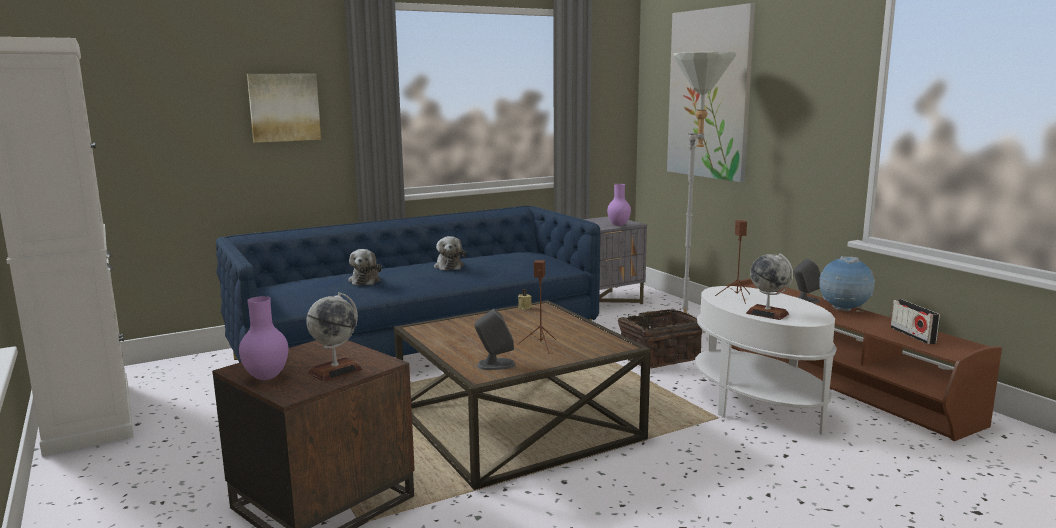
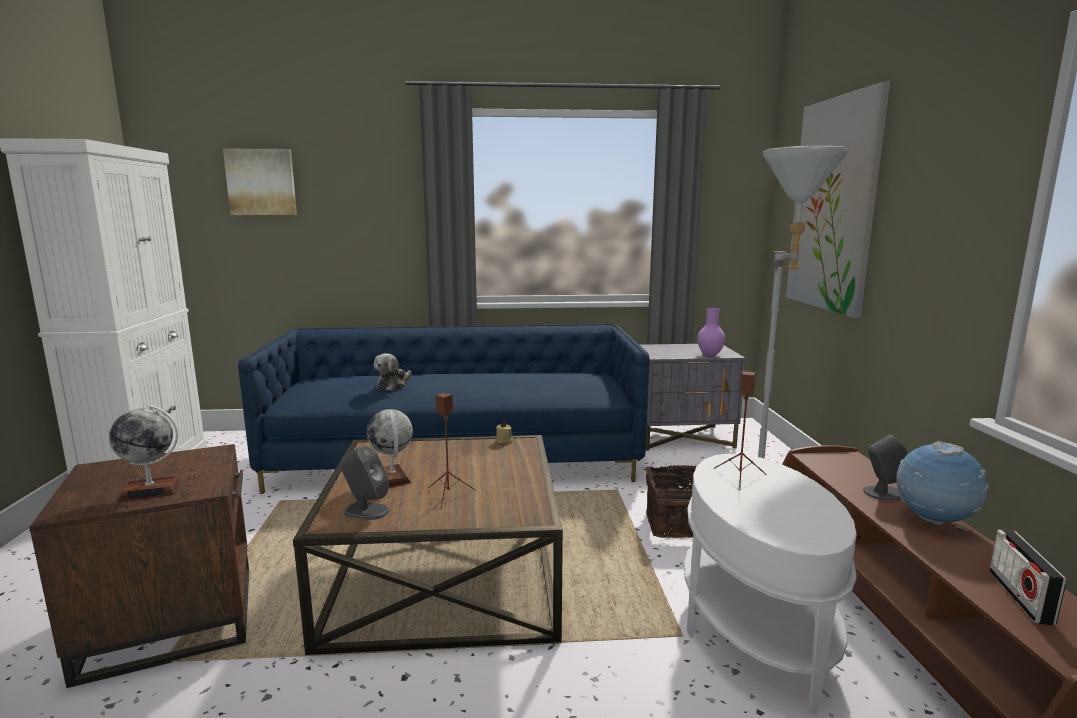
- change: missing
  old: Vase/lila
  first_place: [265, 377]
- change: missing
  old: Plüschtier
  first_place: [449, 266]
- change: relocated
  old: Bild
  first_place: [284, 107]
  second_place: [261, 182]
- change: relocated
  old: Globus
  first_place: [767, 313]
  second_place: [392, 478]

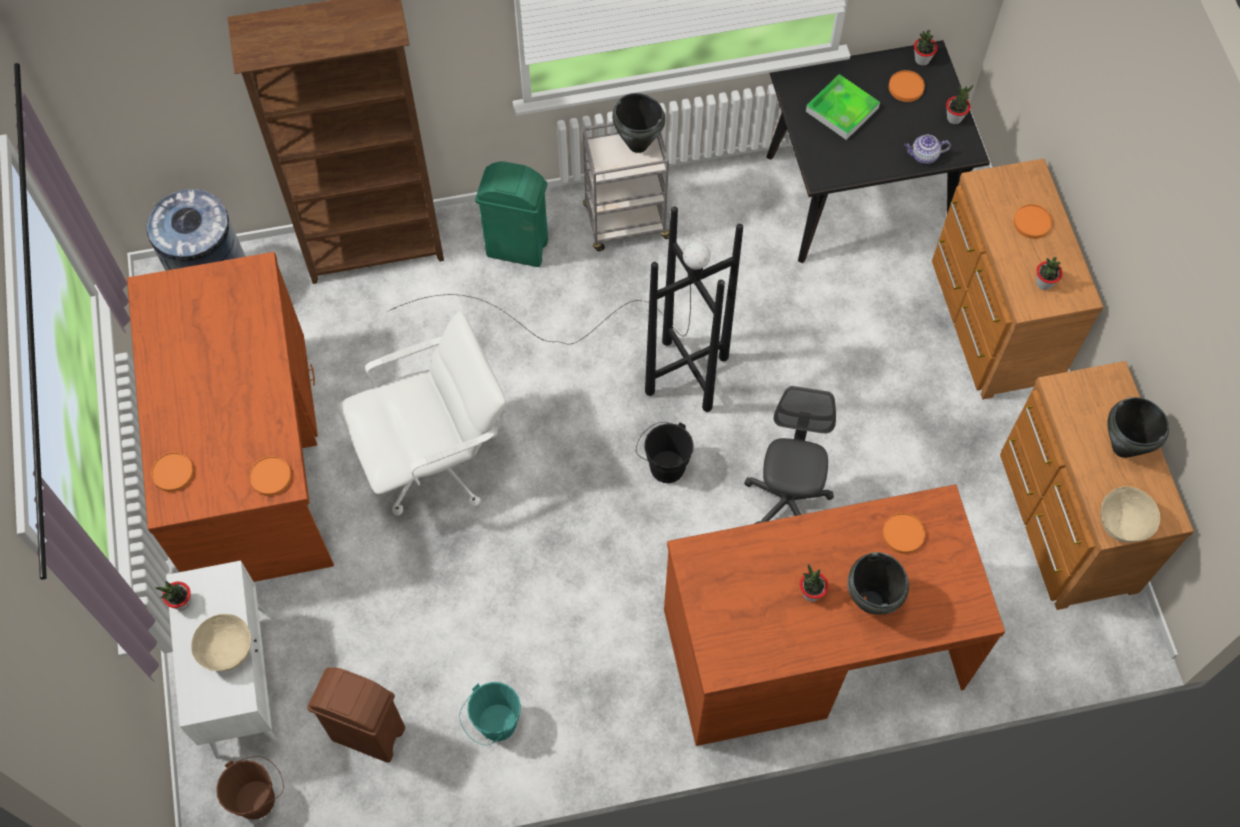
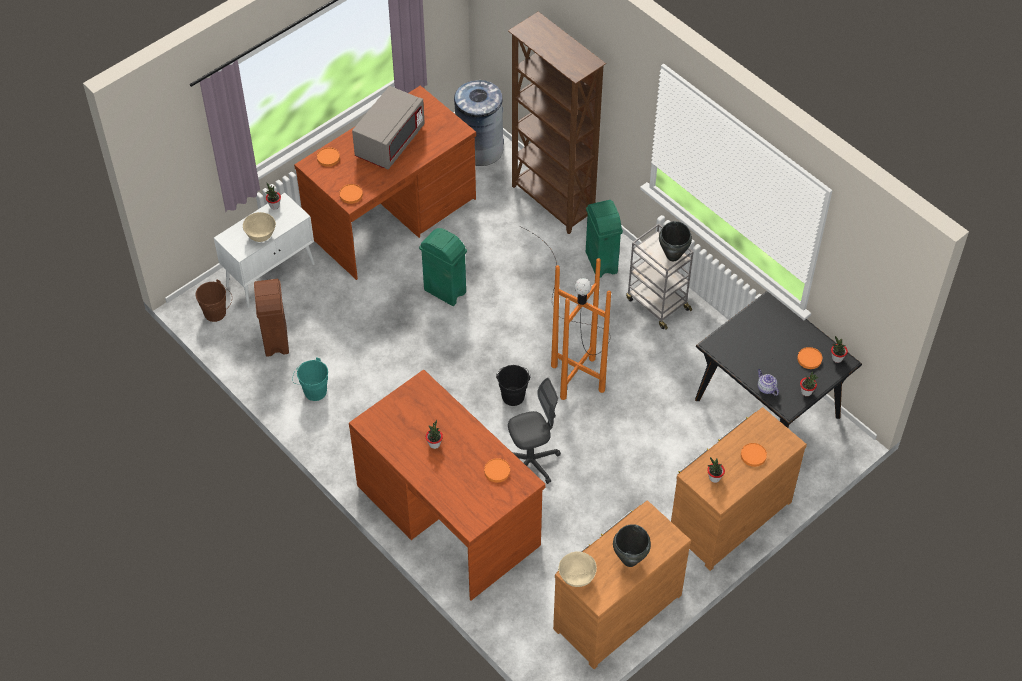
- change: missing
  old: Tablett
  first_place: [842, 109]
- change: missing
  old: Kochtopf/schwarz
  first_place: [870, 602]
- change: appeared
  new: Mikrowelle/grau
  second_place: [390, 142]
- change: exchanged
  old: Bürostuhl/weiß
  new: Mülleimer/grün
  first_place: [436, 460]
  second_place: [445, 291]
- change: colour
  old: Stehlampe/schwarz
  new: Stehlampe/orange
  first_place: [619, 347]
  second_place: [573, 339]

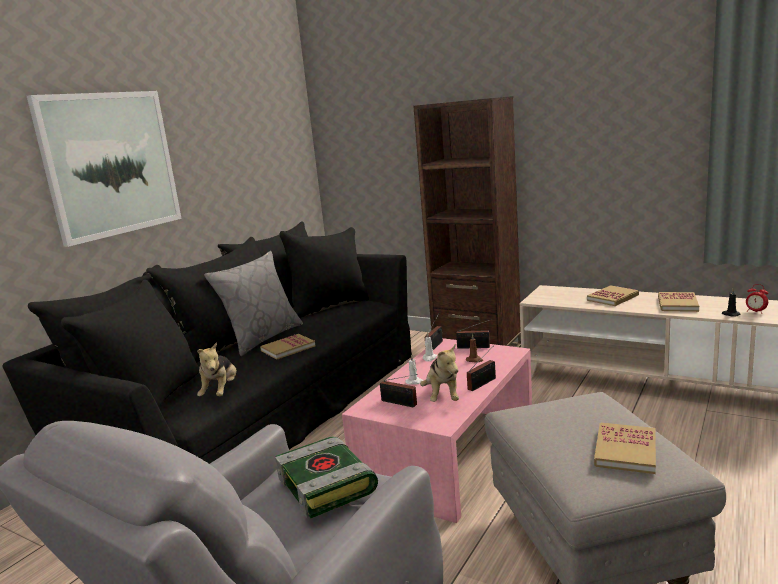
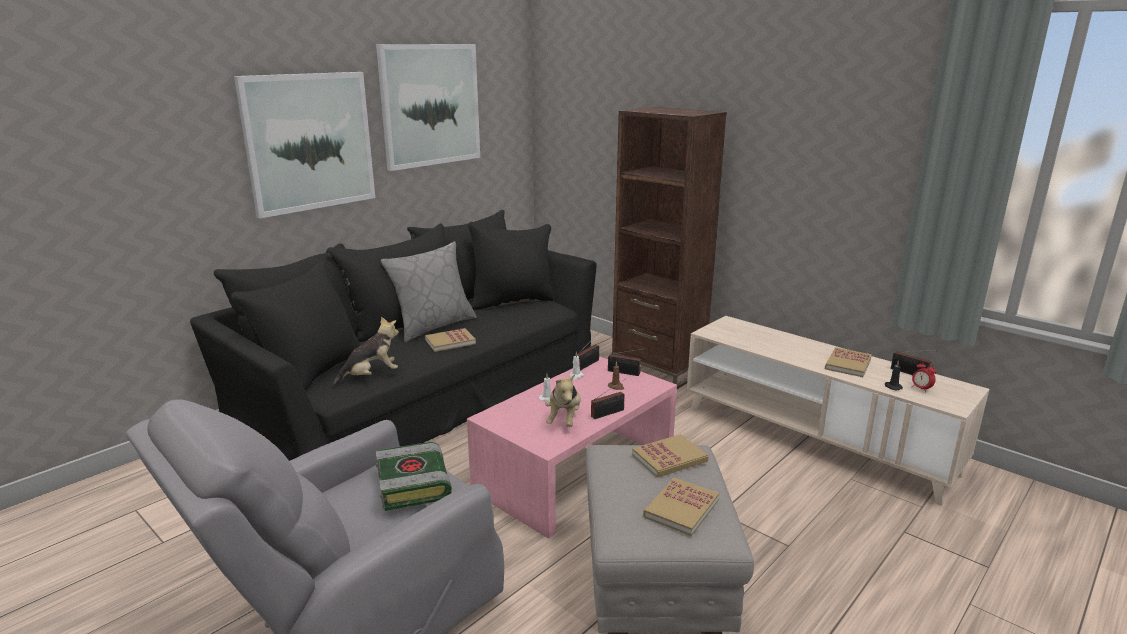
- change: appeared
  new: Bild
  second_place: [430, 105]
- change: relocated
  old: Radio
  first_place: [400, 403]
  second_place: [910, 373]
- change: relocated
  old: Buch
  first_place: [612, 298]
  second_place: [669, 458]
- change: spun
  old: Plüschtier
  first_place: [221, 392]
  second_place: [371, 376]
  degrees: -135

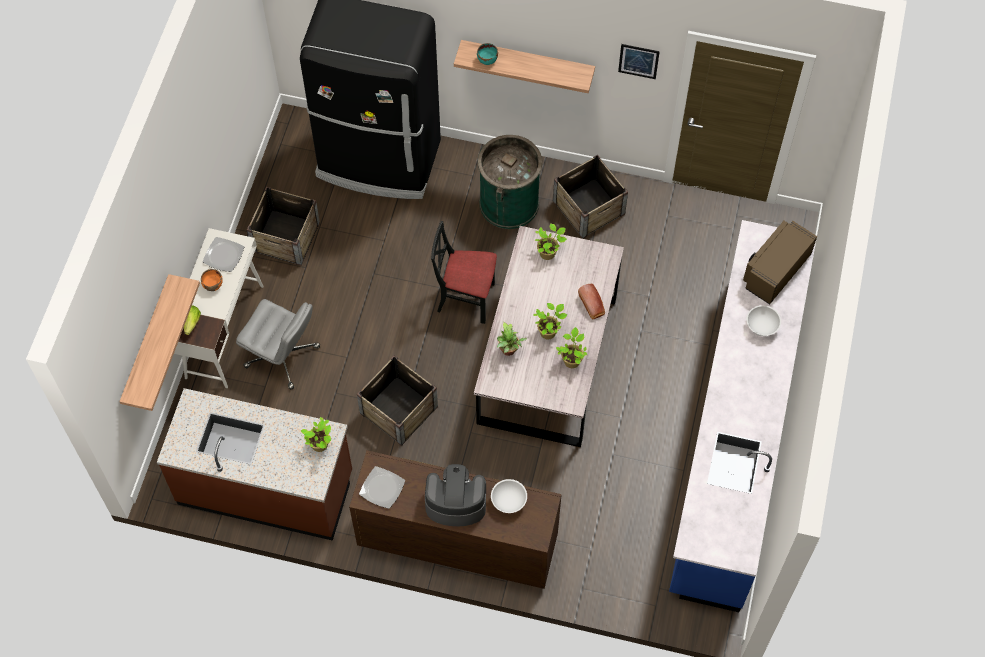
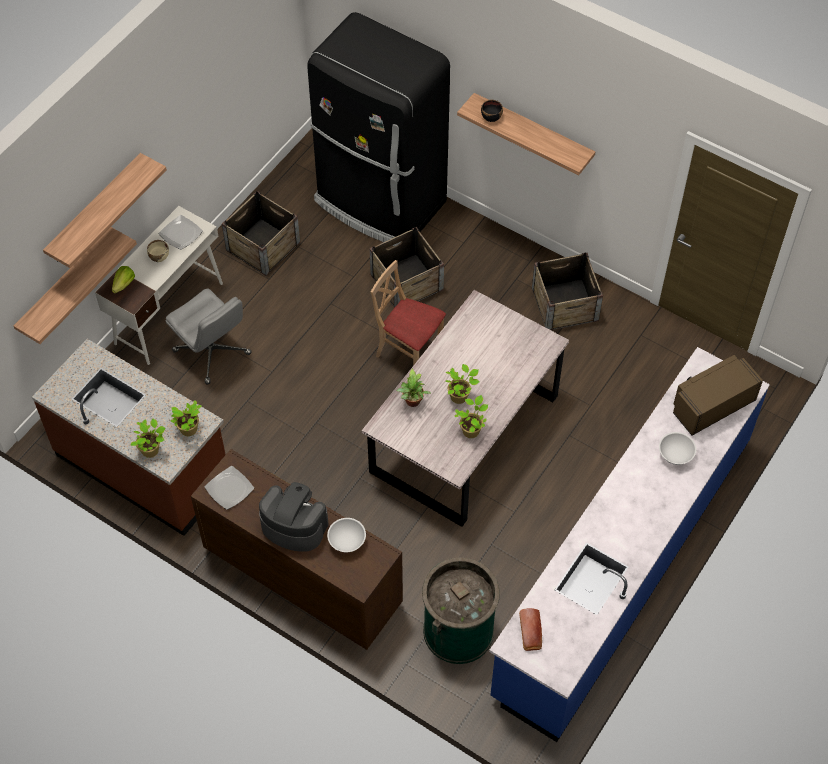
- change: missing
  old: Bild
  first_place: [638, 61]
- change: appeared
  new: Wandregal
  second_place: [95, 210]
- change: relocated
  old: Kiste
  first_place: [398, 409]
  second_place: [407, 281]
- change: relocated
  old: Mülleimer/grün
  first_place: [509, 203]
  second_place: [458, 631]
- change: relocated
  old: Topfpflanze
  first_place: [548, 253]
  second_place: [151, 450]
- change: relocated
  old: Brot
  first_place: [592, 306]
  second_place: [530, 634]
- change: colour
  old: Schüssel/orange
  new: Schüssel/beige
  first_place: [213, 285]
  second_place: [159, 256]
- change: colour
  old: Stuhl/schwarz
  new: Stuhl/beige
  first_place: [466, 298]
  second_place: [408, 352]
- change: colour
  old: Schüssel/türkis
  new: Schüssel/schwarz
  first_place: [487, 60]
  second_place: [491, 117]

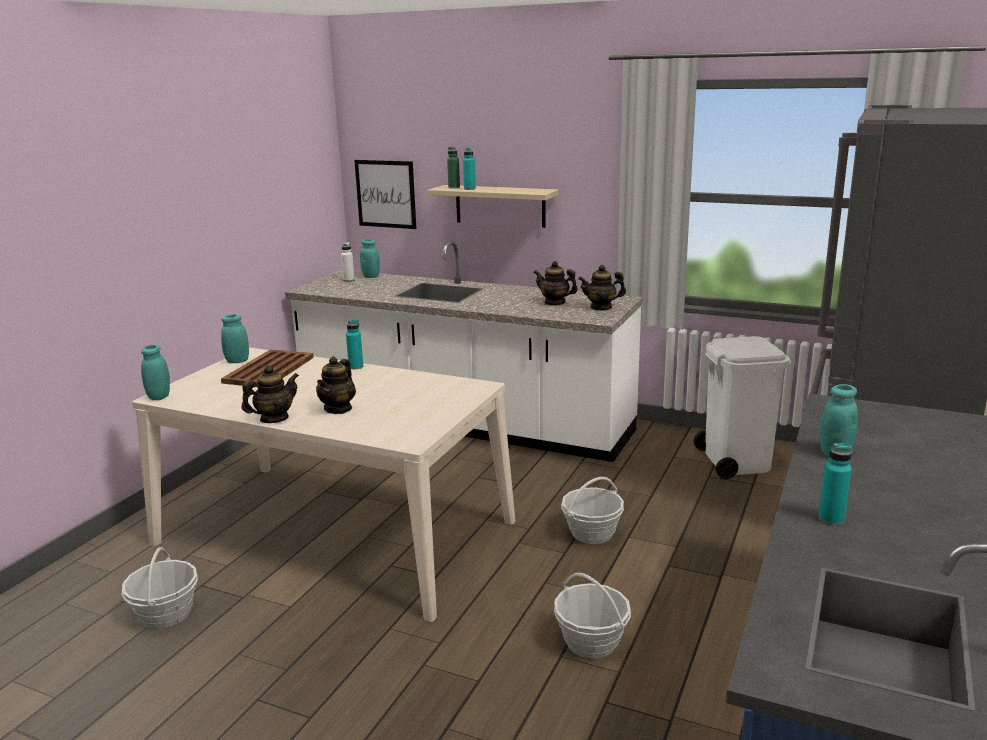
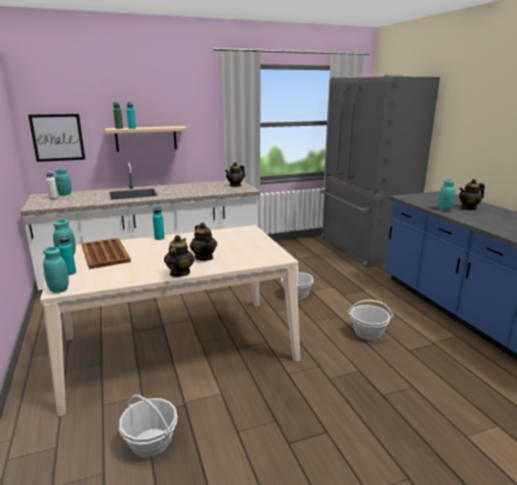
- change: missing
  old: Mülleimer/weiß
  first_place: [735, 461]
- change: relocated
  old: Teekanne
  first_place: [555, 302]
  second_place: [469, 208]
- change: relocated
  old: Flasche/türkis
  first_place: [831, 519]
  second_place: [69, 273]

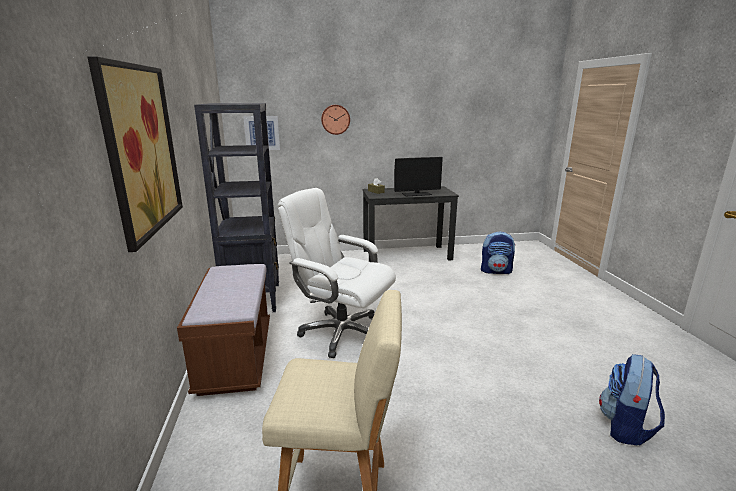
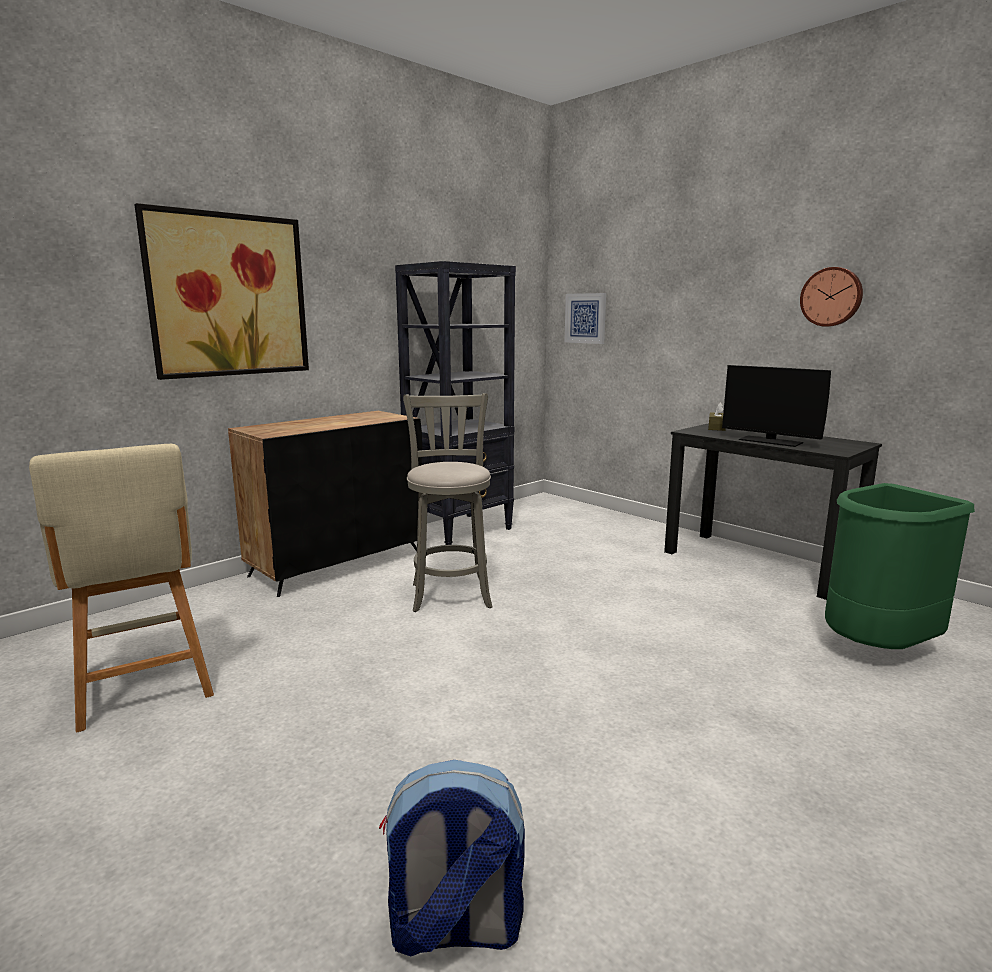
- change: relocated
  old: Wanduhr
  first_place: [335, 119]
  second_place: [831, 297]
- change: exchanged
  old: Bank/braun
  new: Schrank/schwarz
  first_place: [236, 357]
  second_place: [338, 564]
- change: exchanged
  old: Bürostuhl/weiß
  new: Hocker/grau
  first_place: [341, 333]
  second_place: [451, 593]
- change: exchanged
  old: Rucksack
  new: Mülleimer/grün
  first_place: [496, 271]
  second_place: [876, 649]

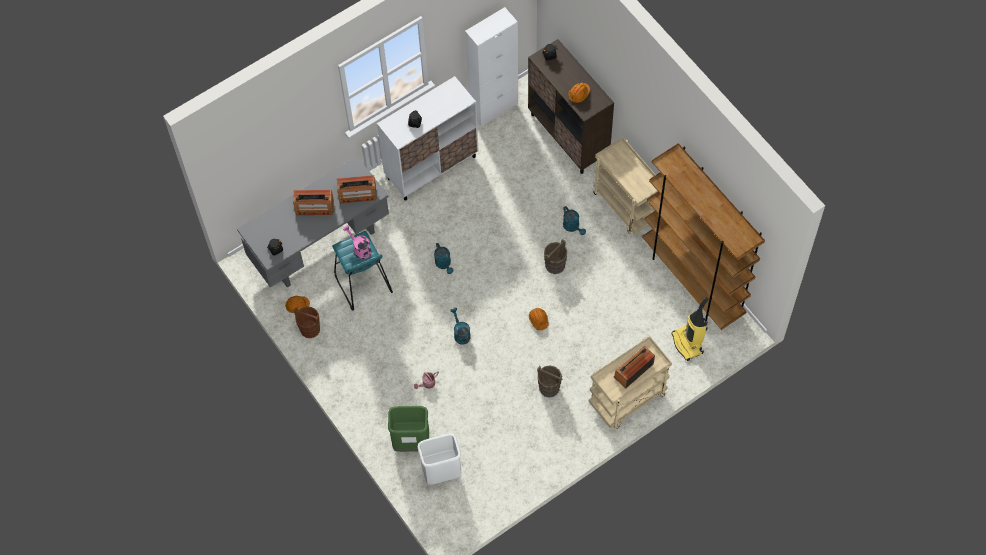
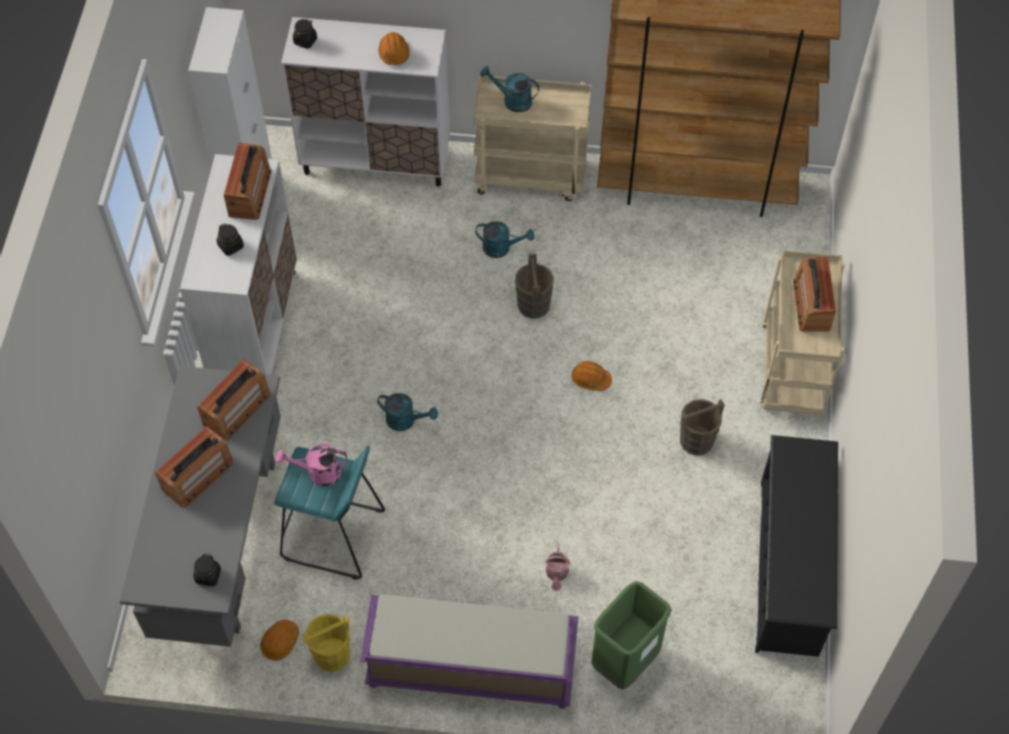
- change: missing
  old: Mülleimer/weiß
  first_place: [441, 473]
- change: missing
  old: Staubsauger
  first_place: [688, 343]
- change: appeared
  new: Radio
  second_place: [250, 192]
- change: appeared
  new: Bank/lila
  second_place: [469, 669]
- change: appeared
  new: Schuhregal/schwarz
  second_place: [789, 567]
- change: relocated
  old: Gießkanne/türkis
  first_place: [460, 333]
  second_place: [512, 100]
- change: colour
  old: Eimer/braun
  new: Eimer/gelb
  first_place: [310, 329]
  second_place: [331, 654]
- change: colour
  old: Schrank/braun
  new: Schrank/weiß
  first_place: [568, 136]
  second_place: [376, 160]

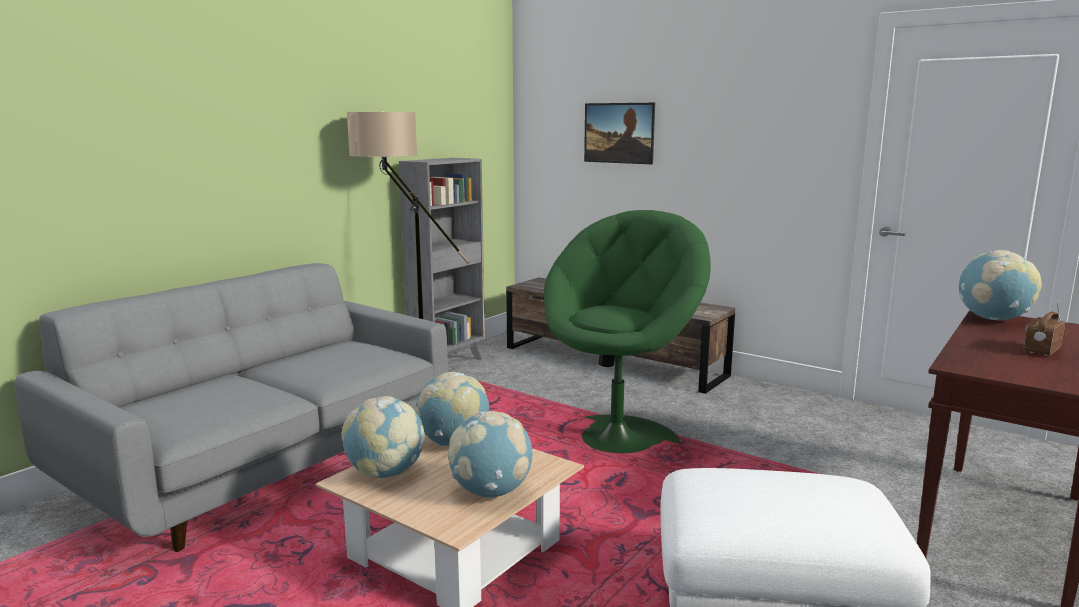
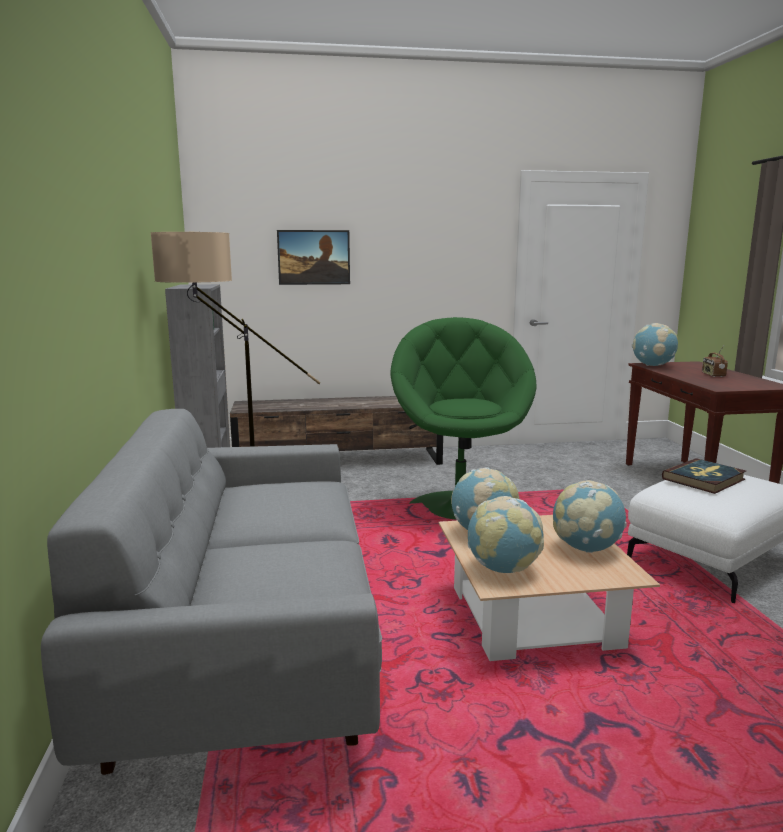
- change: appeared
  new: Buch
  second_place: [704, 479]

